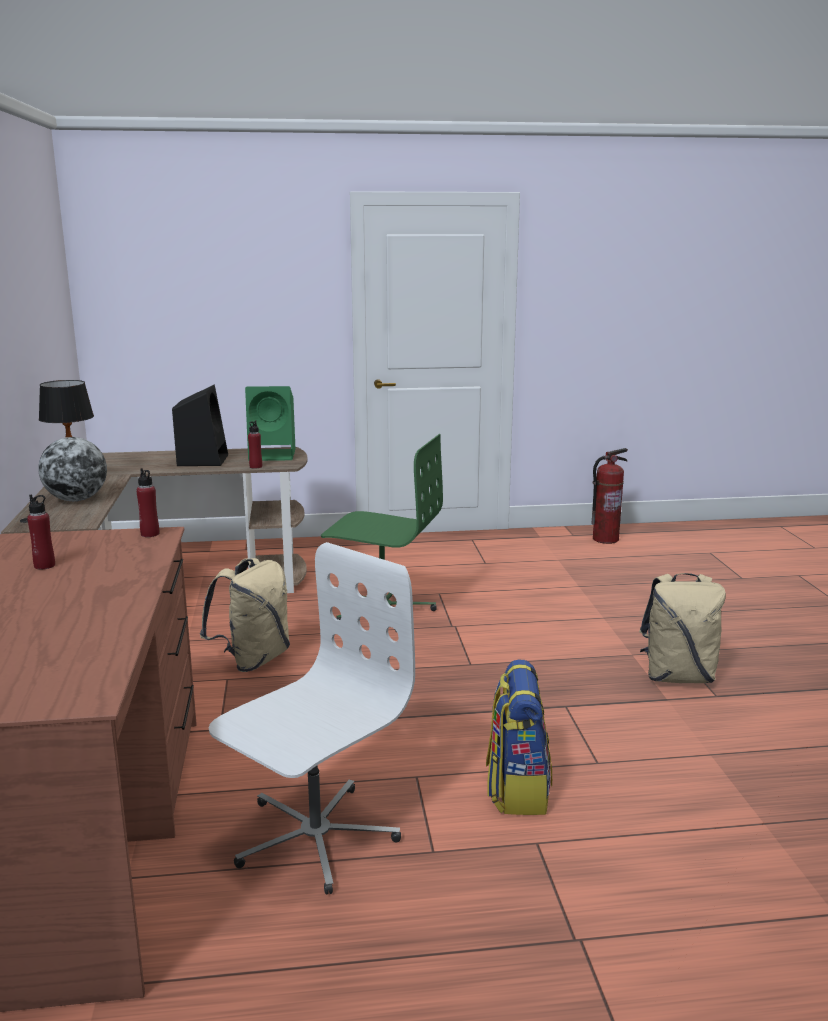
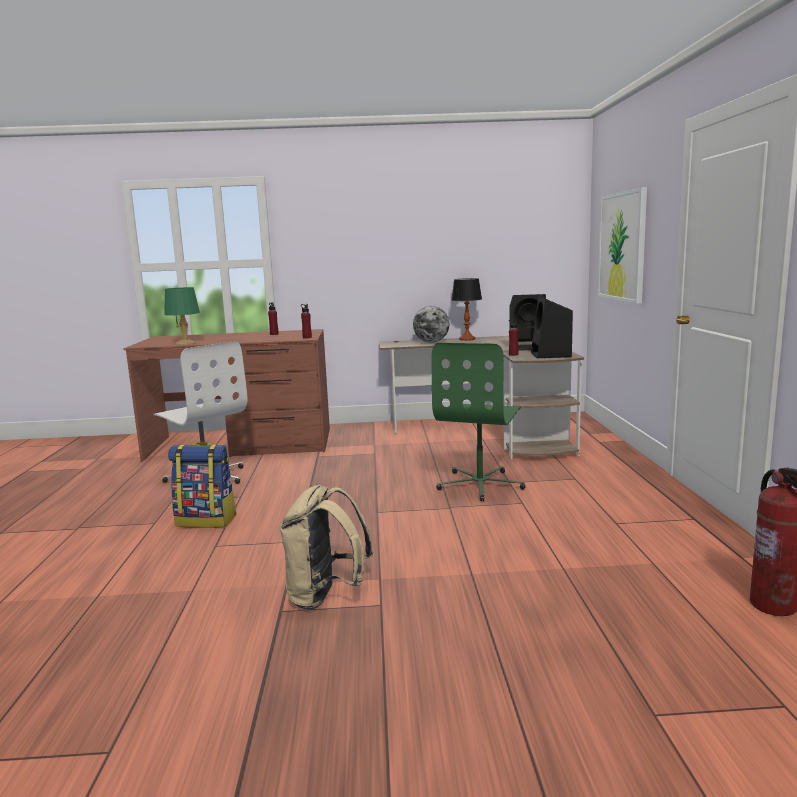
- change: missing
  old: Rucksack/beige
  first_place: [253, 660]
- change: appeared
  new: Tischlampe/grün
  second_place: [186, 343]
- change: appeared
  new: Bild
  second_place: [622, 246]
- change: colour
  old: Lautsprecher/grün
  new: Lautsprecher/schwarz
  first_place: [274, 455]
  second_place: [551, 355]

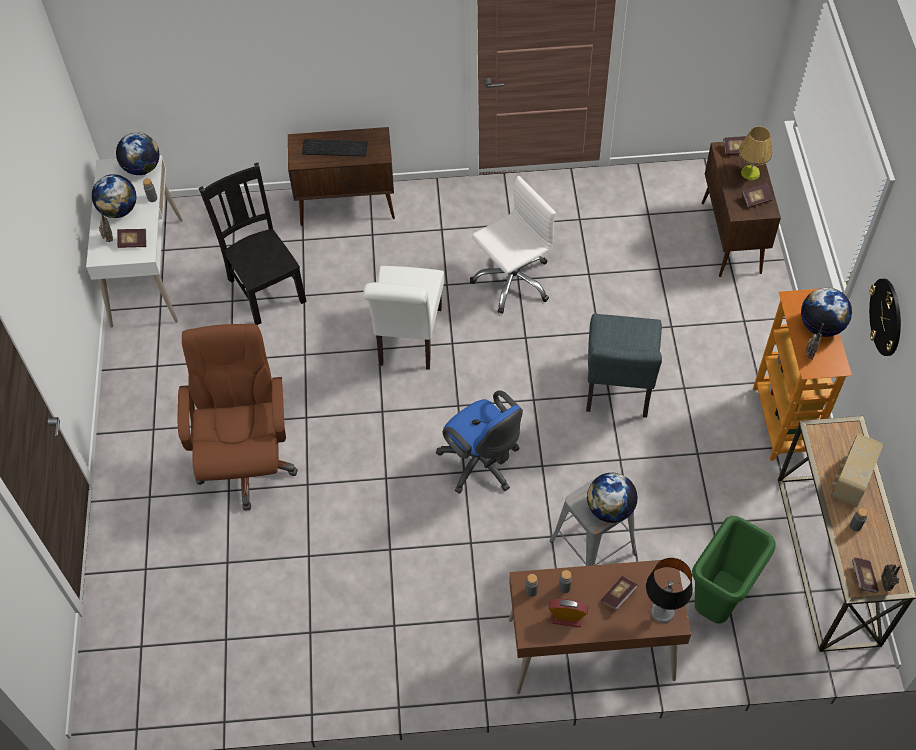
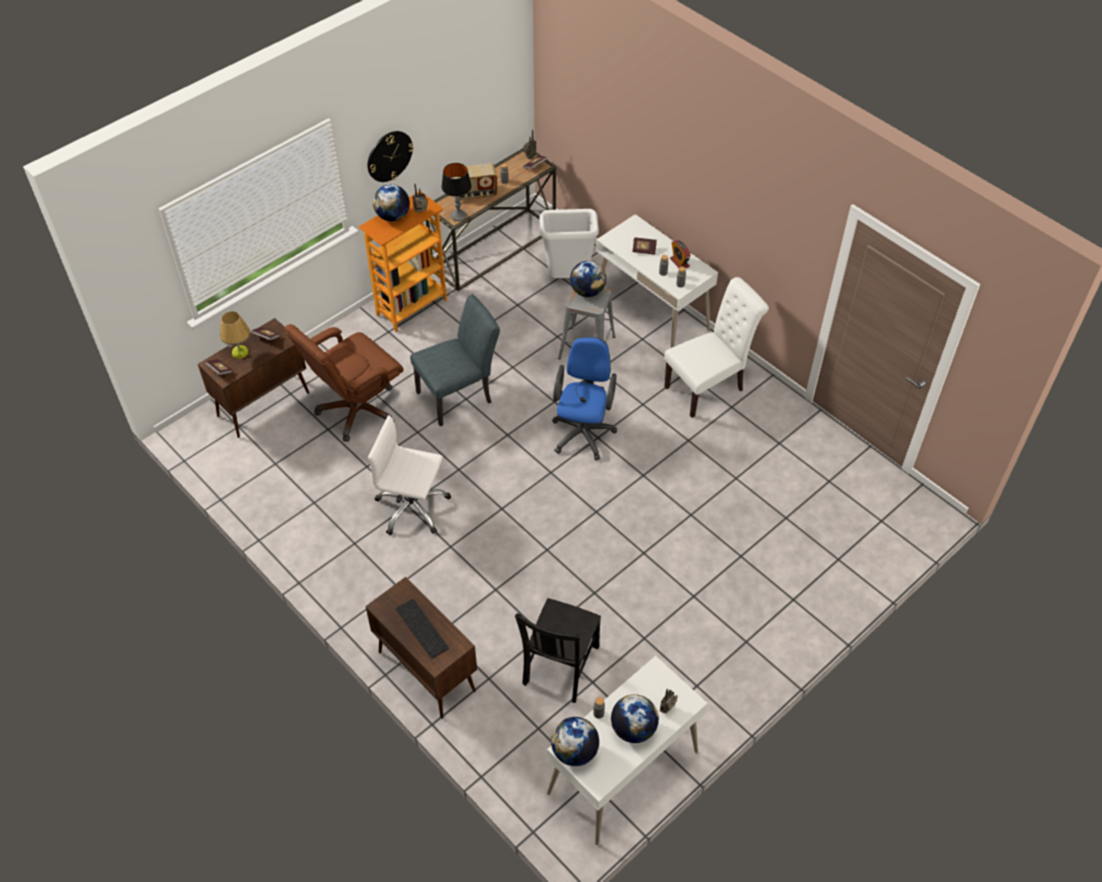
- change: missing
  old: Buch
  first_place: [133, 242]
- change: relocated
  old: Bürostuhl/braun
  first_place: [246, 462]
  second_place: [357, 410]
- change: relocated
  old: Stuhl/weiß
  first_place: [408, 341]
  second_place: [708, 387]
- change: relocated
  old: Tischlampe
  first_place: [662, 611]
  second_place: [458, 216]
- change: colour
  old: Schreibtisch/braun
  new: Schreibtisch/weiß
  first_place: [590, 650]
  second_place: [651, 314]
- change: colour
  old: Mülleimer/grün
  new: Mülleimer/weiß
  first_place: [718, 604]
  second_place: [568, 278]

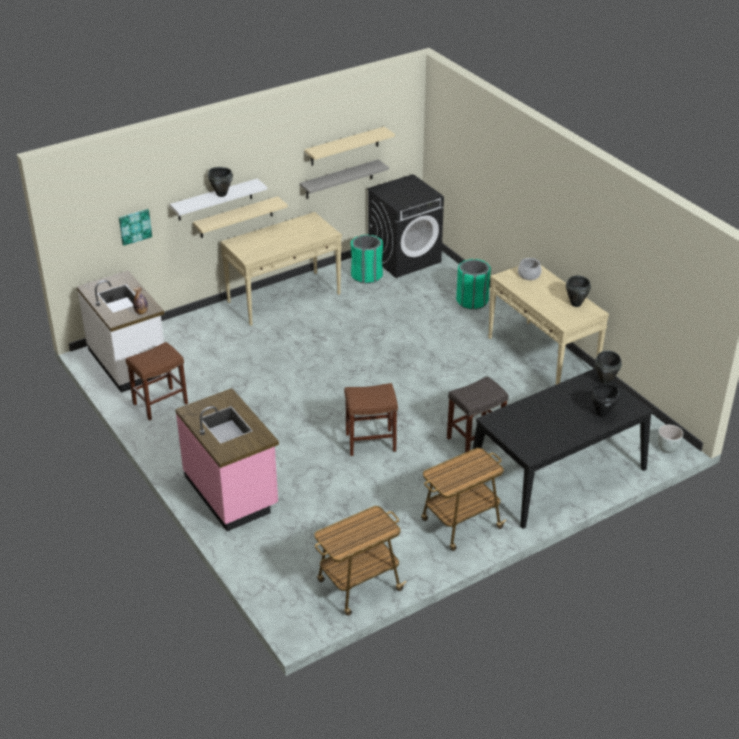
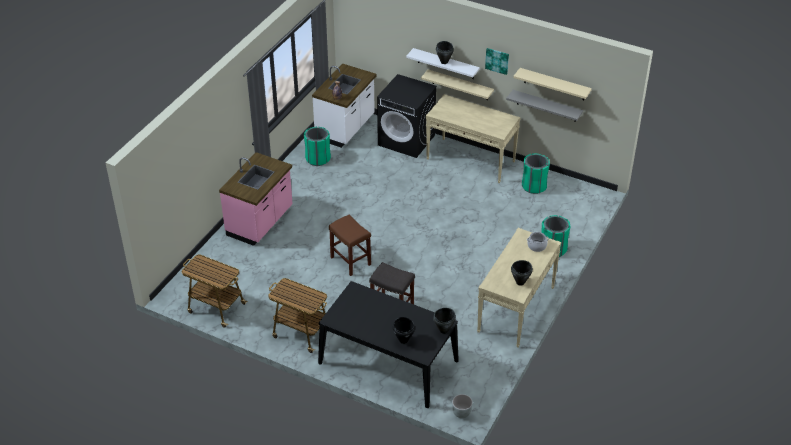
- change: relocated
  old: Bild
  first_place: [134, 226]
  second_place: [497, 60]
- change: relocated
  old: Waschmaschine/schwarz
  first_place: [404, 258]
  second_place: [406, 140]
- change: exchanged
  old: Hocker/braun
  new: Mülleimer/grün
  first_place: [160, 403]
  second_place: [318, 158]

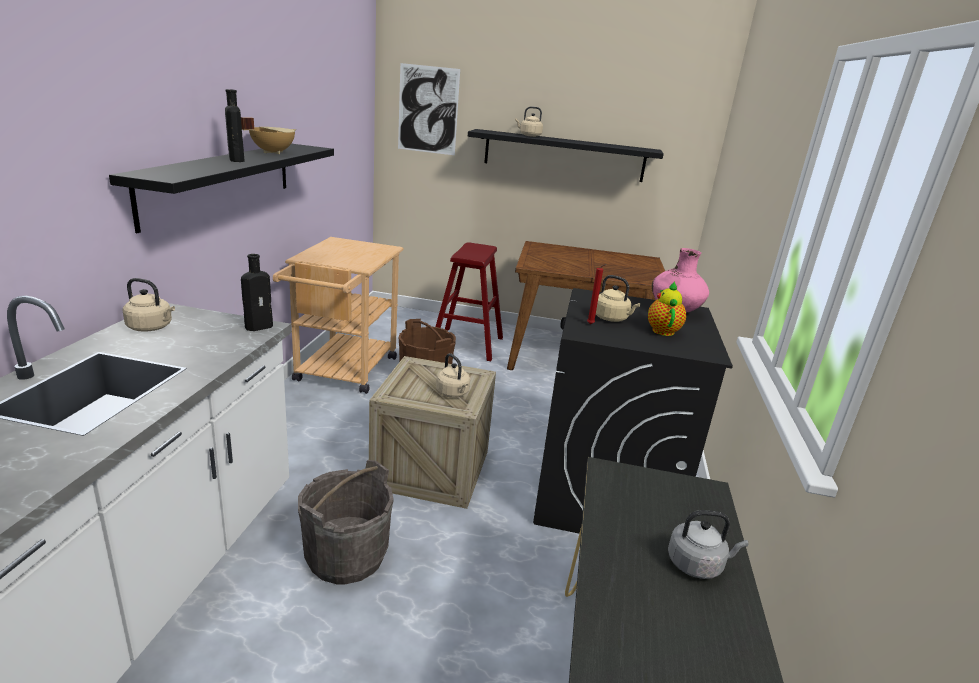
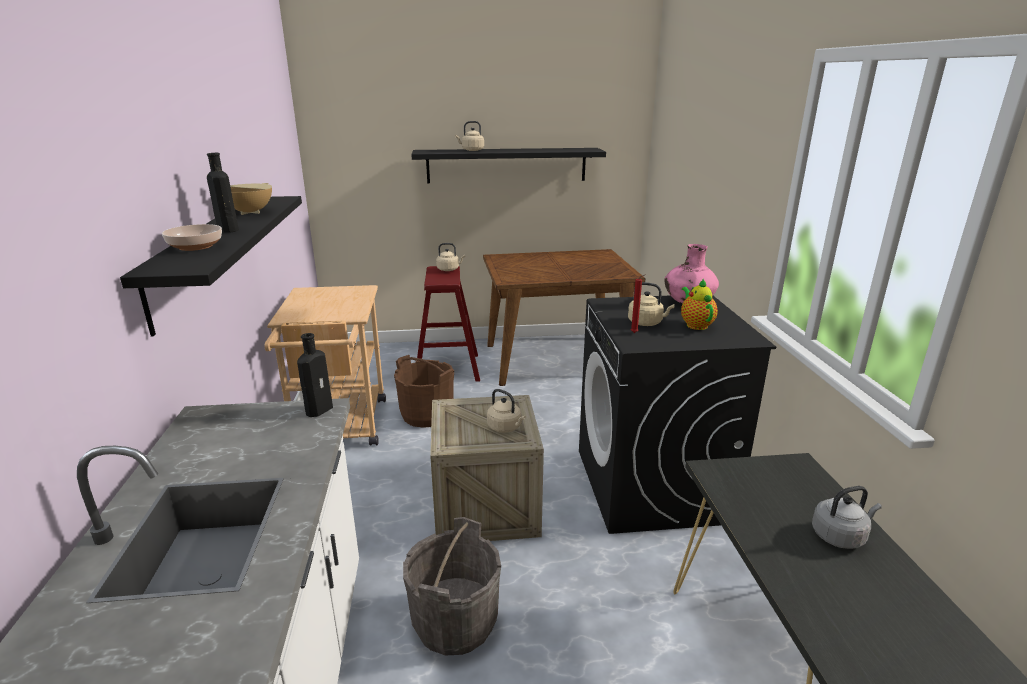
- change: missing
  old: Bild
  first_place: [428, 110]
- change: appeared
  new: Schüssel
  second_place: [196, 246]
- change: relocated
  old: Wasserkessel/beige
  first_place: [151, 327]
  second_place: [449, 269]

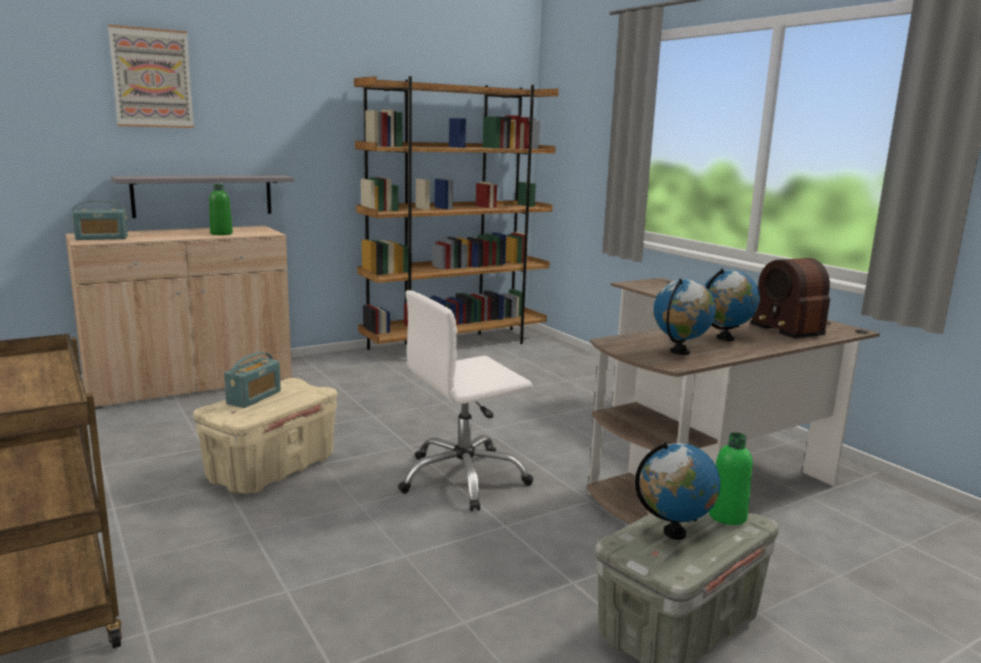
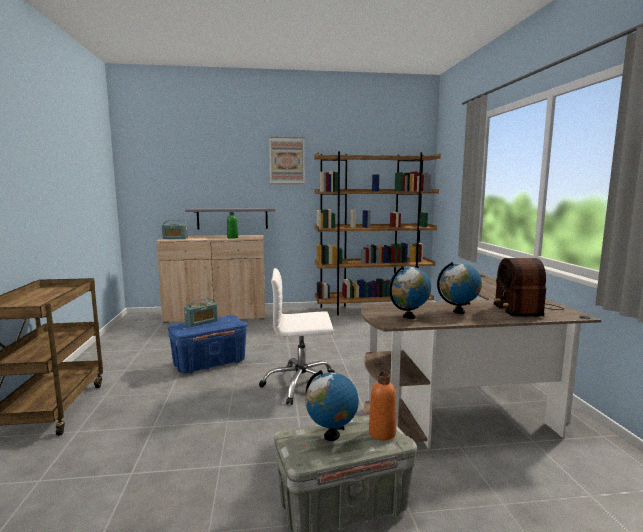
- change: relocated
  old: Bild
  first_place: [152, 78]
  second_place: [287, 161]
- change: colour
  old: Aufbewahrungsbox/beige
  new: Aufbewahrungsbox/blau
  first_place: [272, 469]
  second_place: [210, 363]
- change: colour
  old: Flasche/grün
  new: Flasche/orange
  first_place: [727, 516]
  second_place: [382, 433]

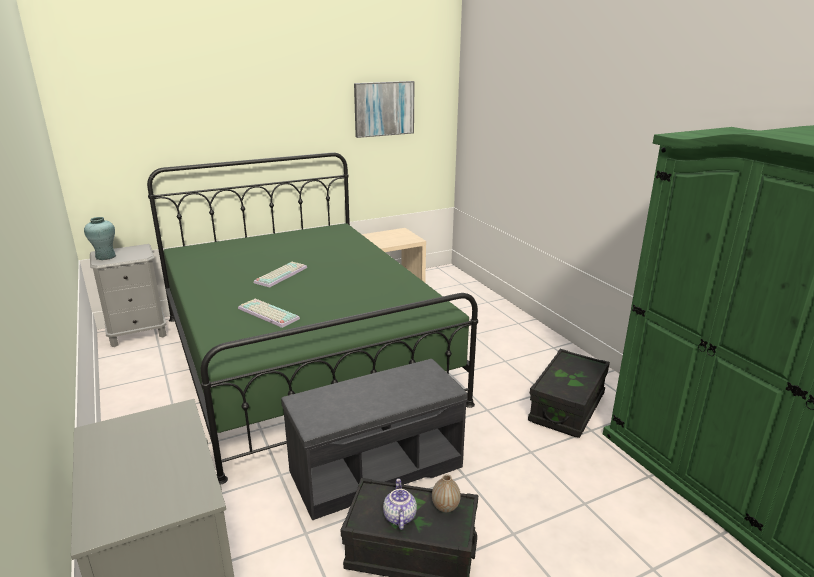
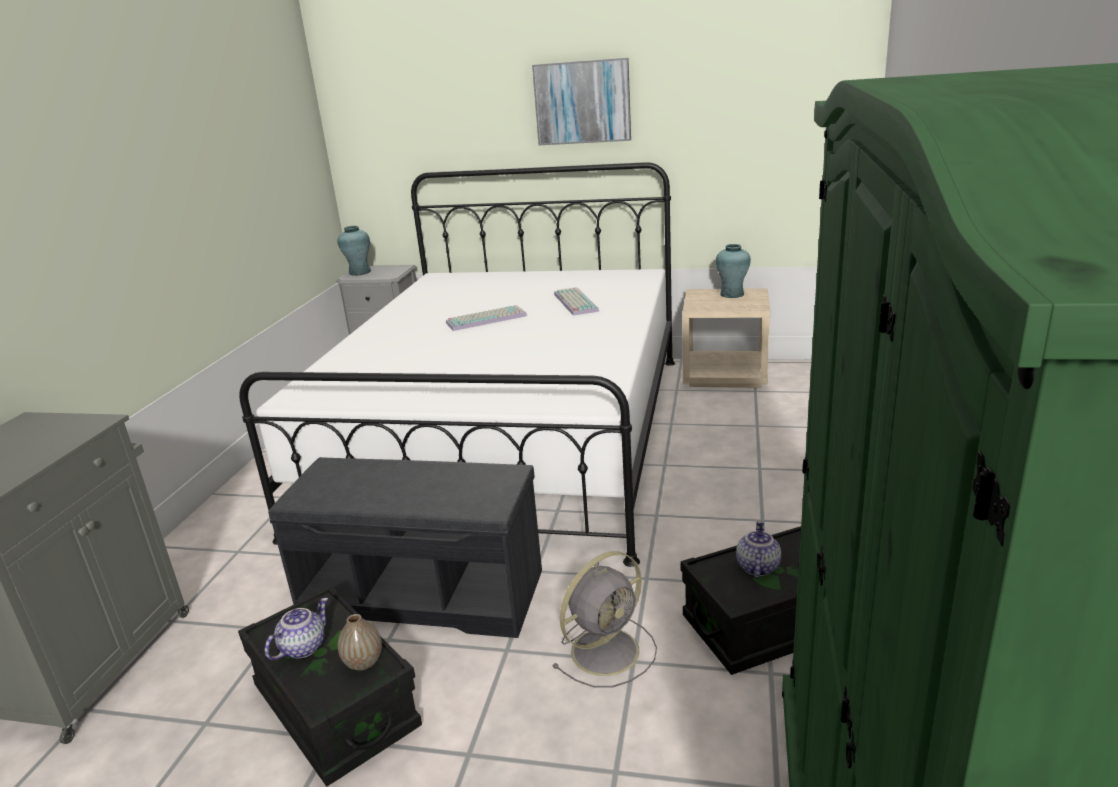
- change: appeared
  new: Ventilator/grau
  second_place: [607, 650]
- change: appeared
  new: Vase/türkis
  second_place: [732, 294]
- change: appeared
  new: Teekanne
  second_place: [756, 567]
- change: relocated
  old: Tastatur
  first_place: [266, 314]
  second_place: [574, 302]
- change: relocated
  old: Bild
  first_place: [384, 108]
  second_place: [582, 102]
- change: colour
  old: Bett/grün
  new: Bett/weiß
  first_place: [303, 357]
  second_place: [509, 436]

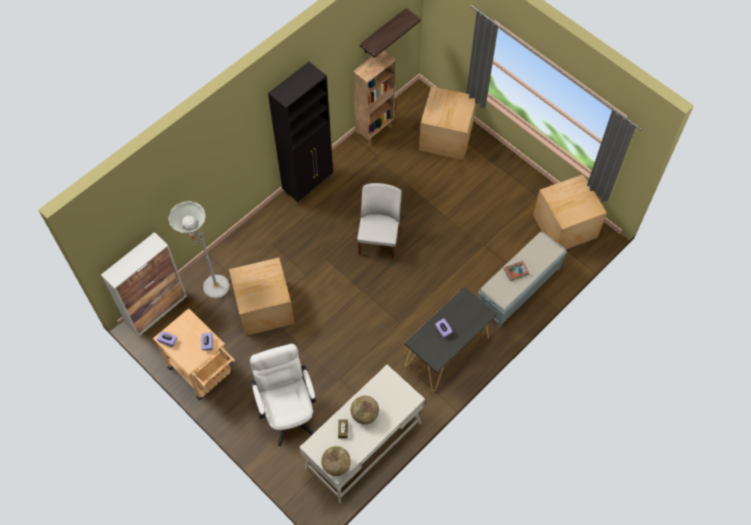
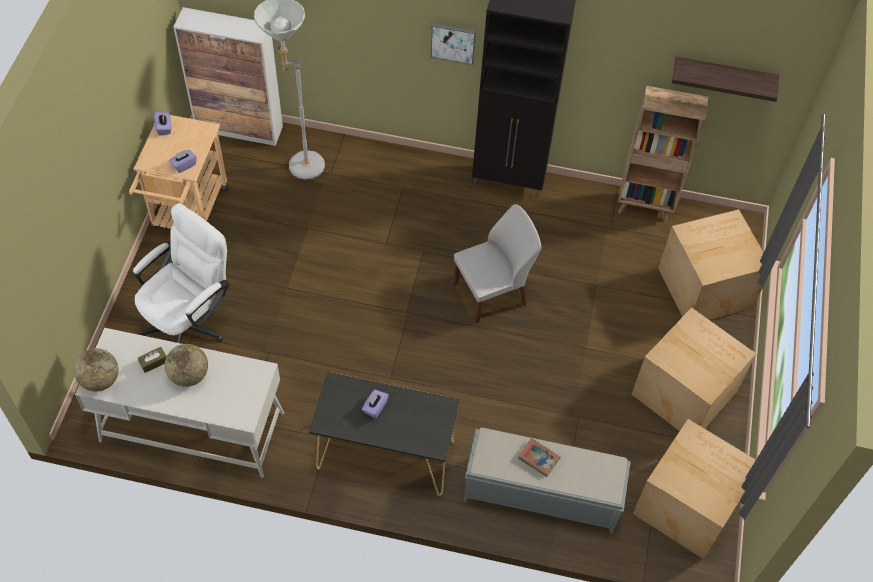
- change: appeared
  new: Bild
  second_place: [453, 42]
- change: relocated
  old: Karton
  first_place: [263, 307]
  second_place: [684, 391]

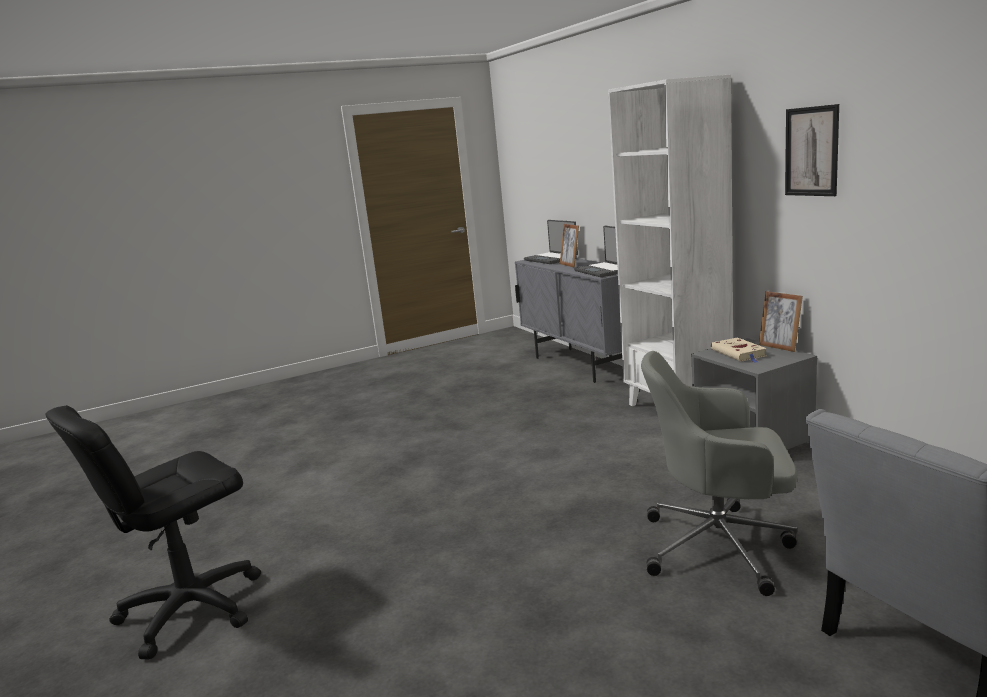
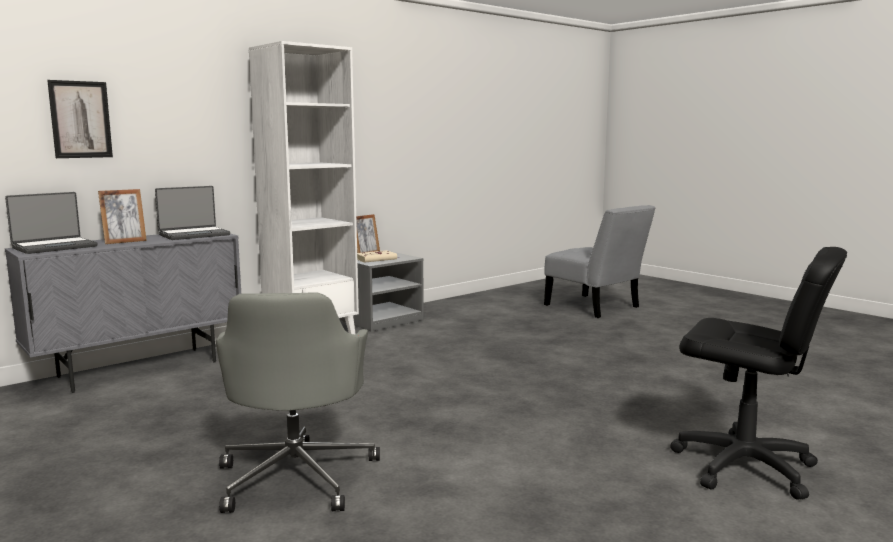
- change: relocated
  old: Bürostuhl/grau
  first_place: [720, 546]
  second_place: [297, 476]
- change: relocated
  old: Bild
  first_place: [811, 151]
  second_place: [80, 119]

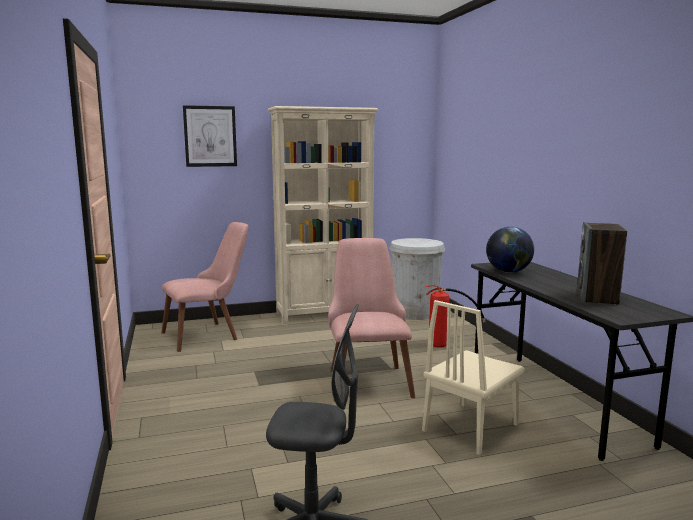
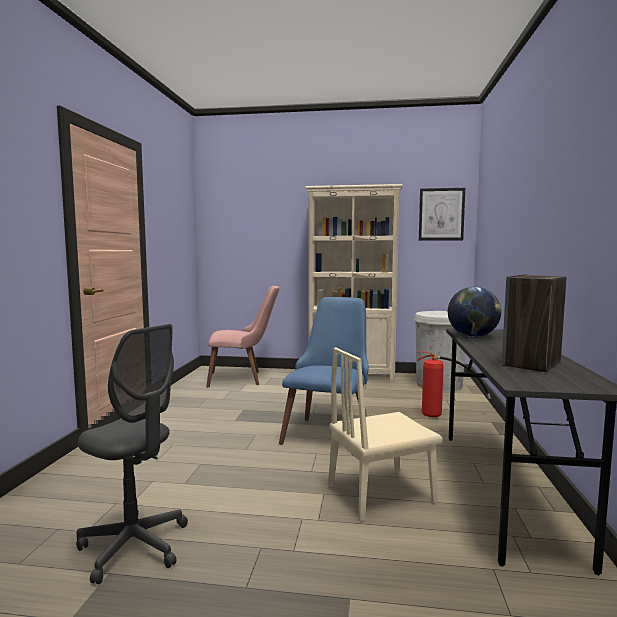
- change: relocated
  old: Bild
  first_place: [210, 136]
  second_place: [441, 214]
- change: colour
  old: Stuhl/rosa
  new: Stuhl/blau
  first_place: [367, 377]
  second_place: [330, 430]

